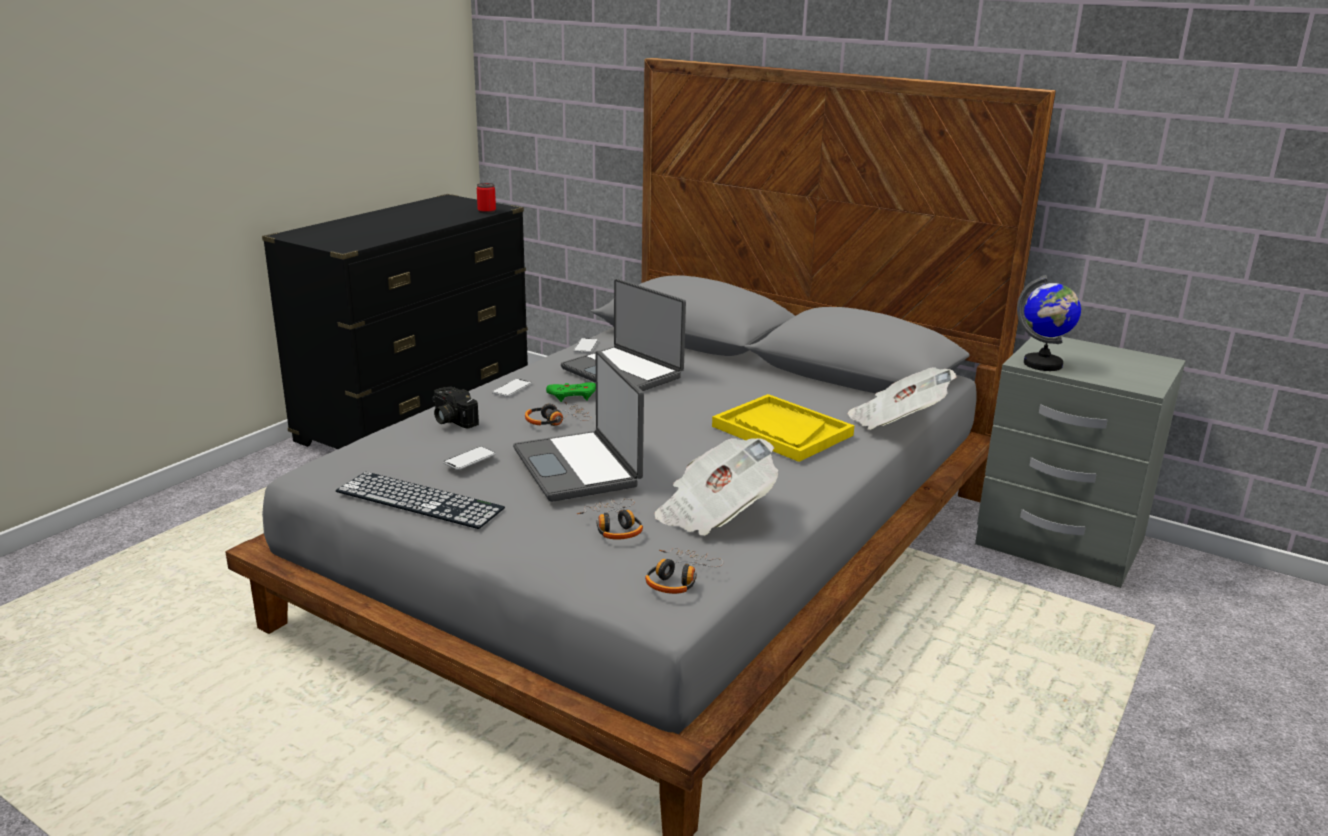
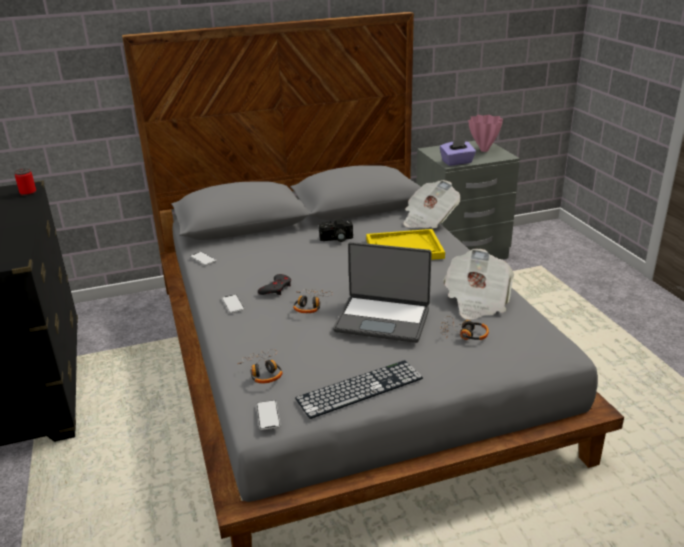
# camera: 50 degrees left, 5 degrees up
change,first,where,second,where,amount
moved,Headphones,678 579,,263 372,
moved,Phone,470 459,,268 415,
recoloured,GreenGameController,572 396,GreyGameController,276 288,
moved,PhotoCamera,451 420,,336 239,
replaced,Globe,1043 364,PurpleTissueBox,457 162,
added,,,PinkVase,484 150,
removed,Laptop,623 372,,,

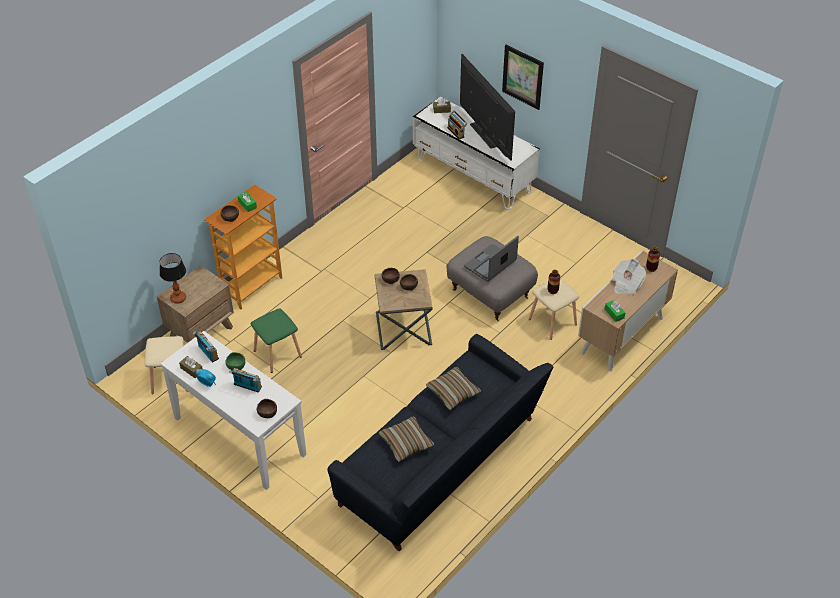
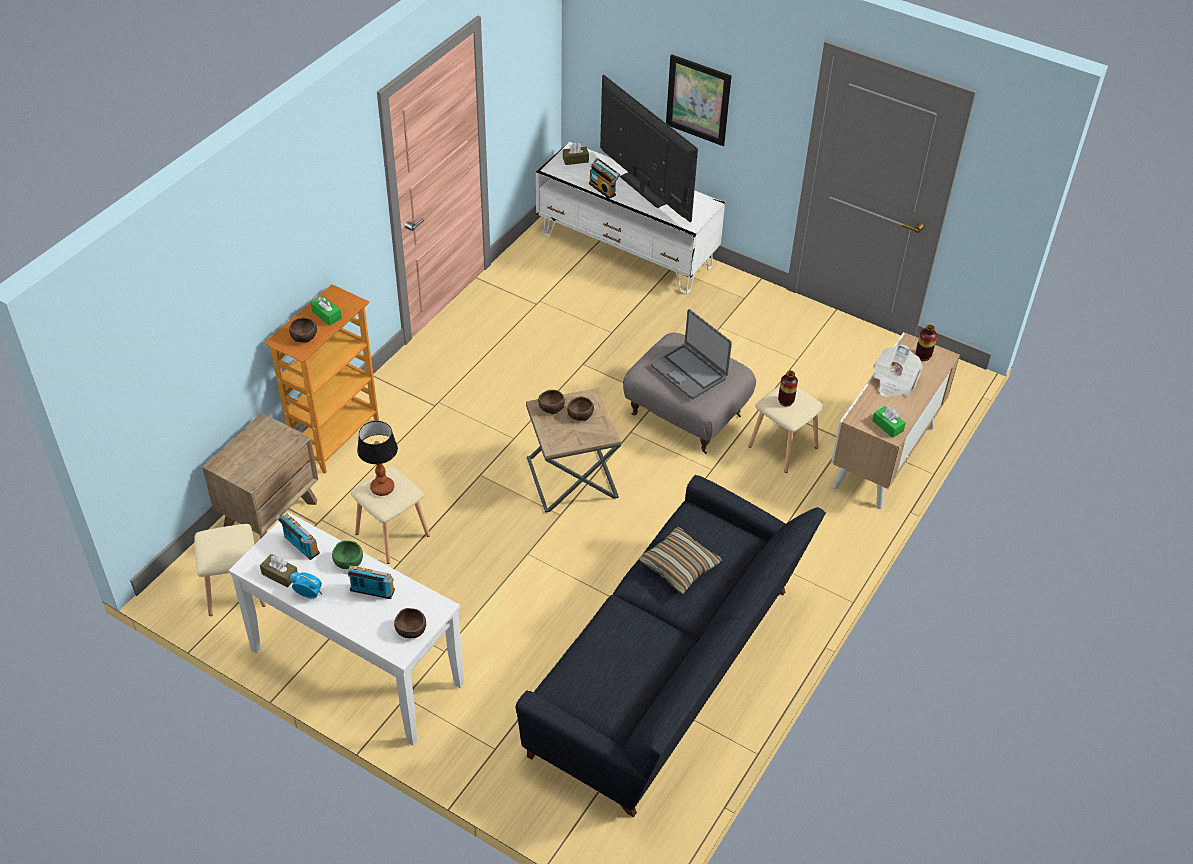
# camera: 10 degrees left, 0 degrees up
change,first,where,second,where,amount
recoloured,GreenStool,277 353,BeigeStool,391 534,
moved,TableLamp,178 298,,382 487,
turned,Laptop,490 264,,689 372,75 degrees counterclockwise
removed,Pillow,406 443,,,

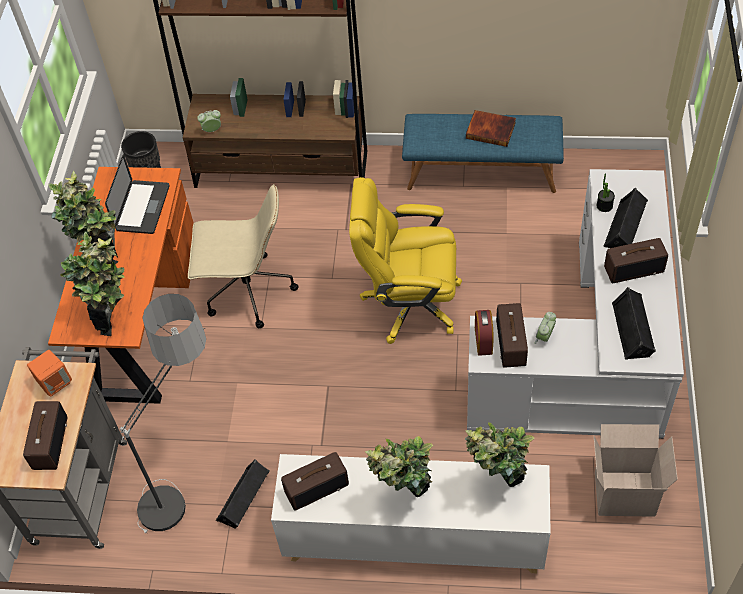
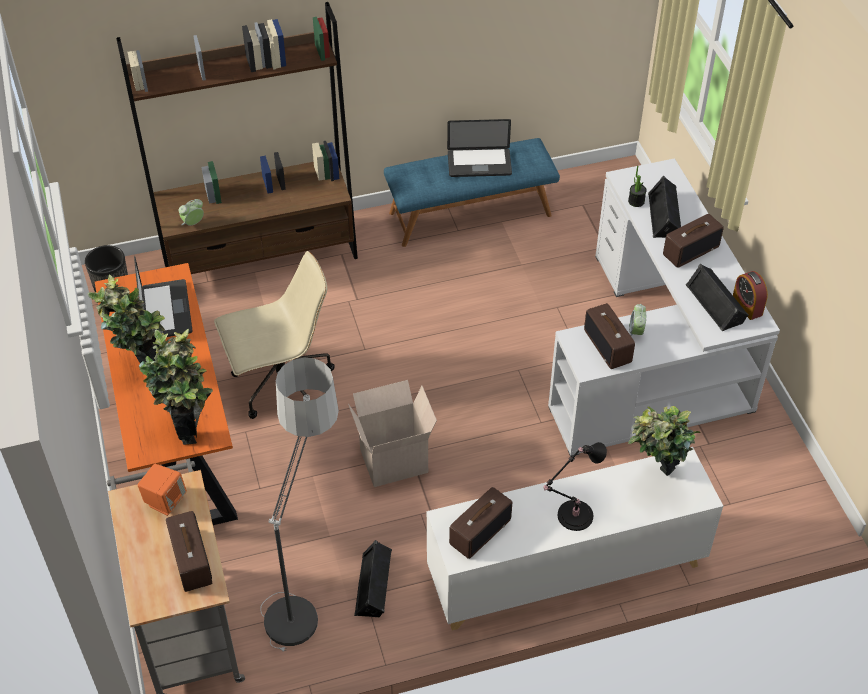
# camera: 25 degrees left, 5 degrees down
change,first,where,second,where,amount
moved,CardboardBox,625 492,,394 459,
replaced,Book,491 130,Laptop,479 164,
replaced,PottedPlant,404 499,BlackTableLamp,572 516,
moved,AlarmClock,483 340,,747 306,
removed,YellowOfficeChair,409 303,,,

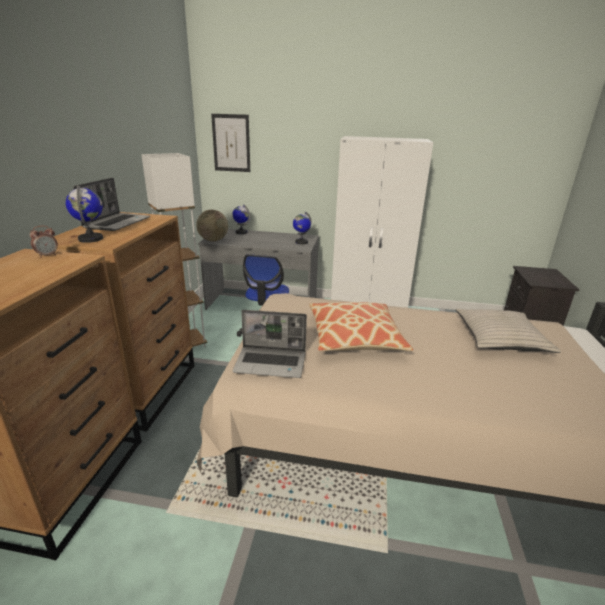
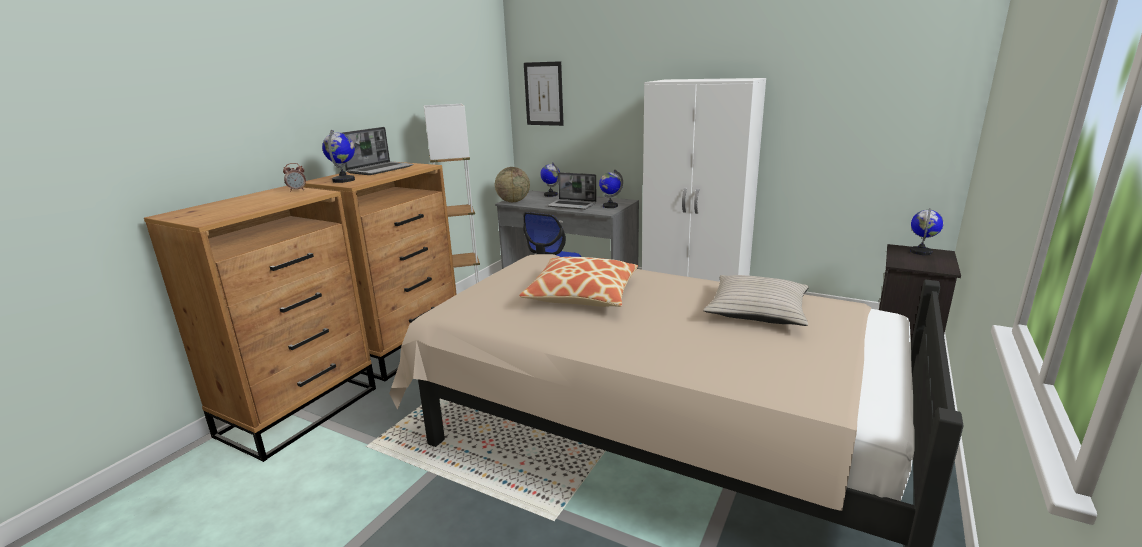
# camera: 20 degrees right, 5 degrees down
change,first,where,second,where,amount
moved,Laptop,271 363,,572 205,
added,,,Globe,921 252,

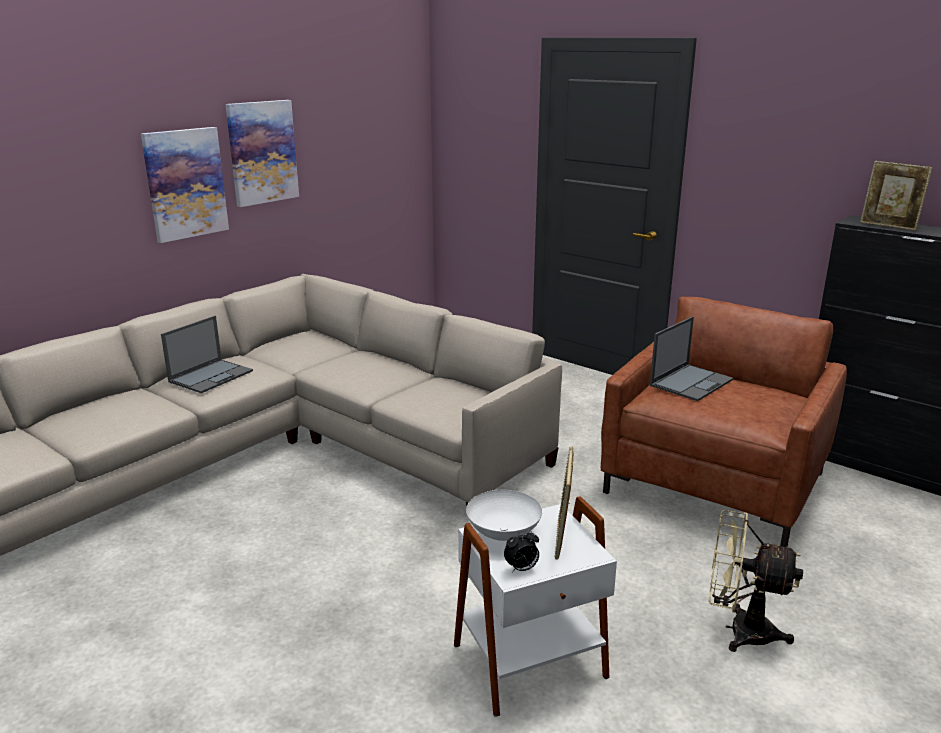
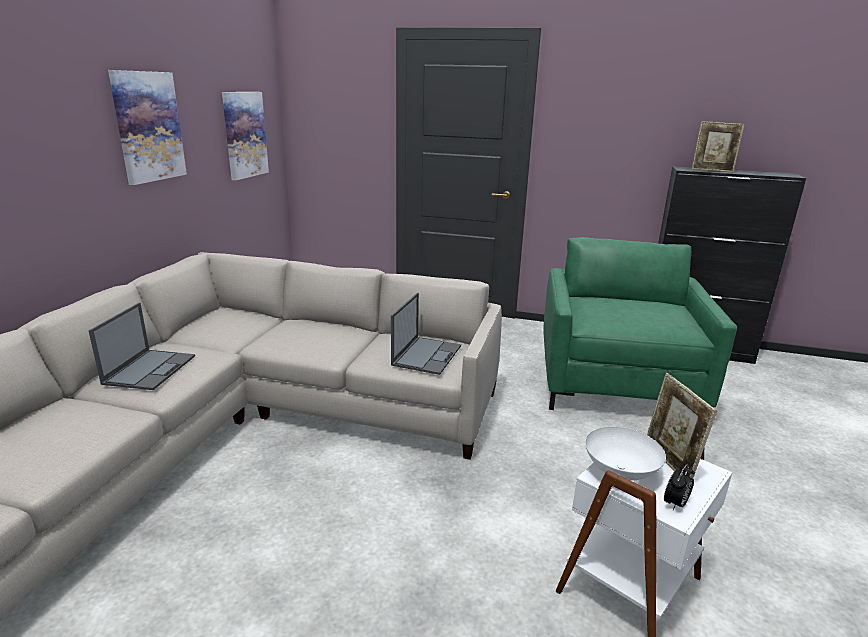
# camera: 25 degrees left, 0 degrees up
change,first,where,second,where,amount
moved,Picture,185 184,,244 135,
moved,Laptop,691 382,,427 355,
recoloured,BrownArmchair,715 483,GreenArmchair,617 384,
removed,BeigeFan,739 630,,,

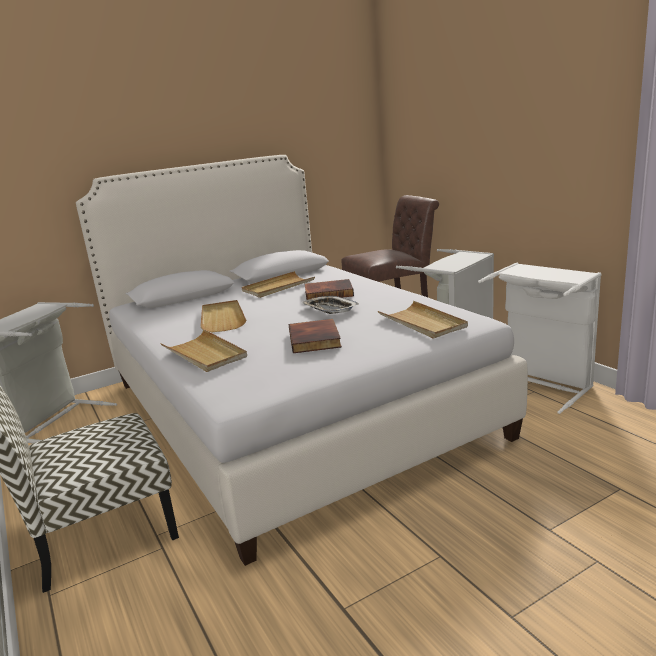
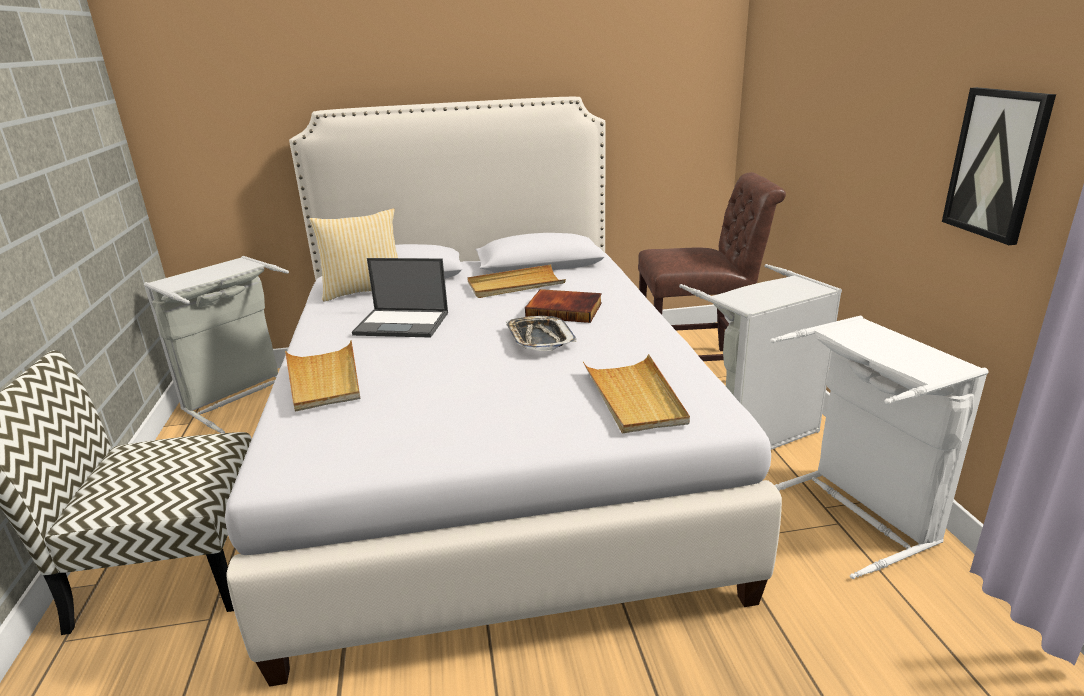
# camera: 20 degrees right, 5 degrees up
change,first,where,second,where,amount
added,,,Pillow,364 291,
replaced,BeigeTray,222 318,Laptop,403 323,
added,,,Picture,996 164,
removed,Book,316 339,,,

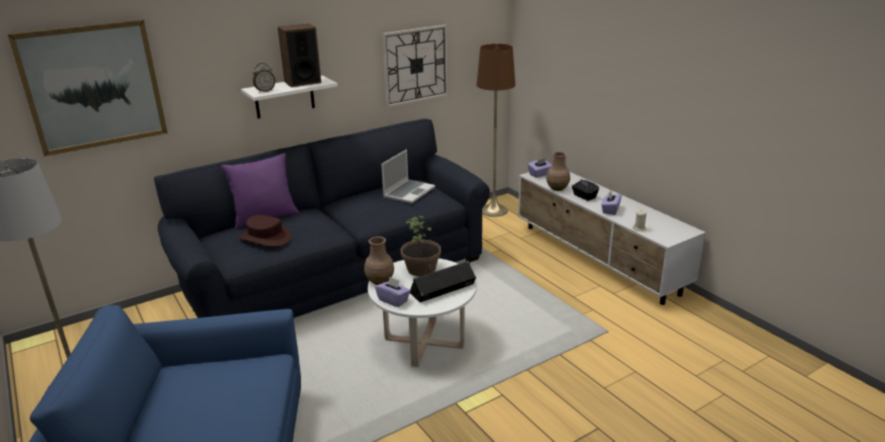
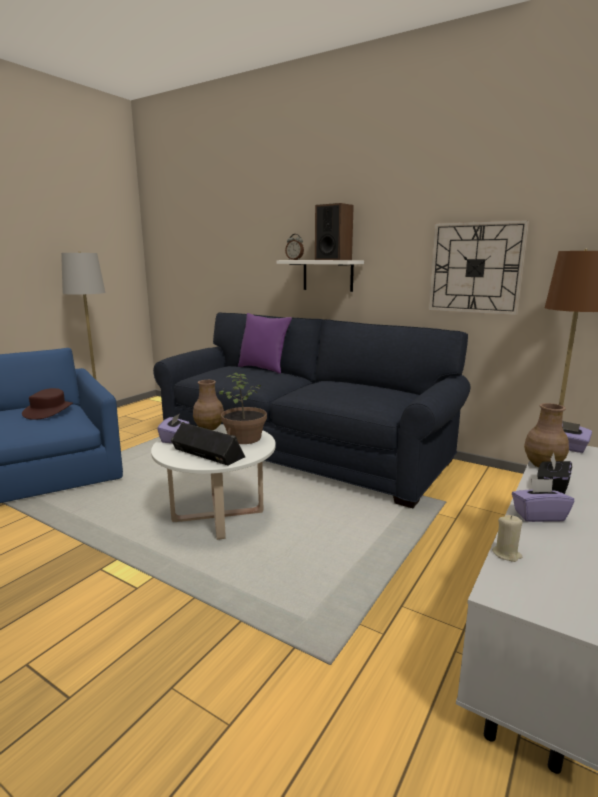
# camera: 65 degrees right, 10 degrees down
change,first,where,second,where,amount
moved,BrownHat,265 237,,49 411,
removed,Picture,93 86,,,
removed,Laptop,409 192,,,

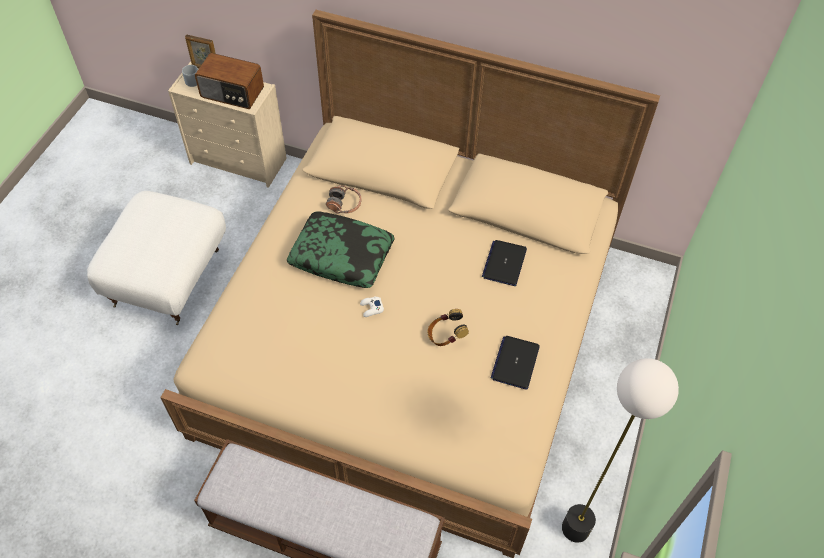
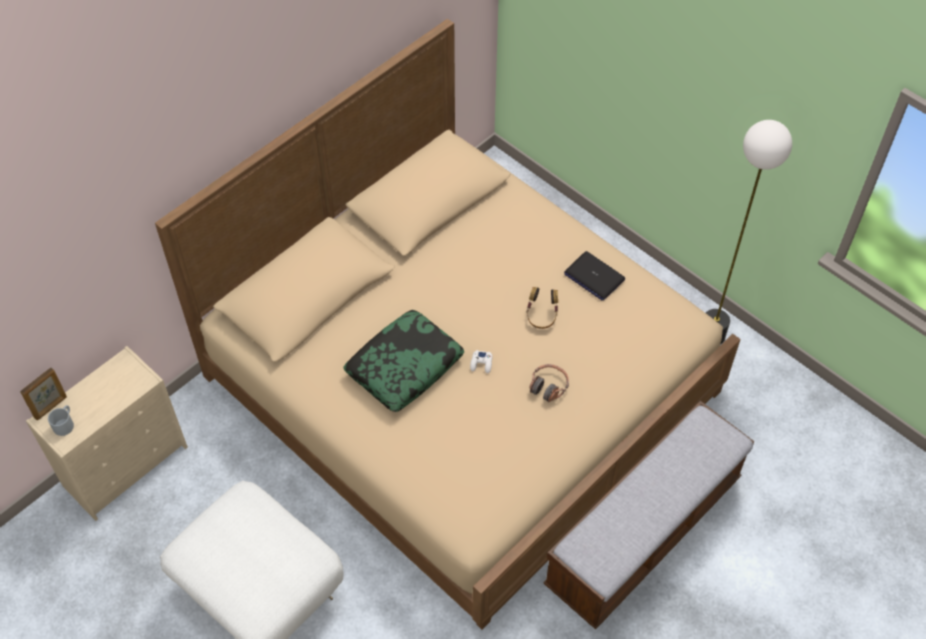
# camera: 65 degrees left, 0 degrees up
change,first,where,second,where,amount
moved,Headphones,344 204,,548 386,
removed,Radio,232 93,,,
removed,Laptop,504 263,,,

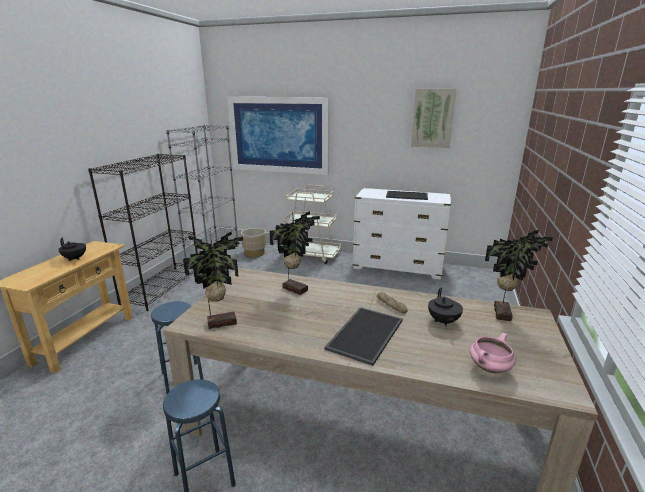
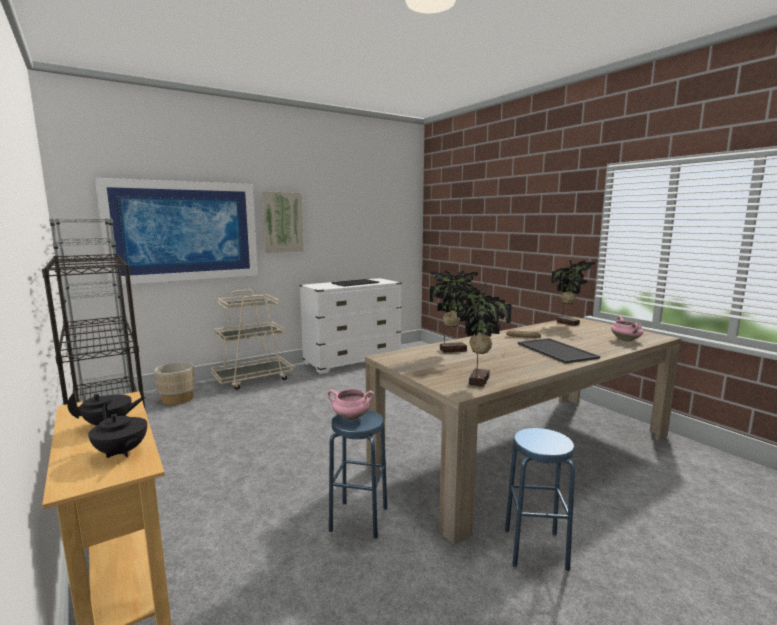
# camera: 50 degrees left, 10 degrees down
change,first,where,second,where,amount
moved,BlackTeapot,443 321,,121 453,
moved,Picture,432 118,,282 222,
added,,,PinkCookingPot,350 417,

